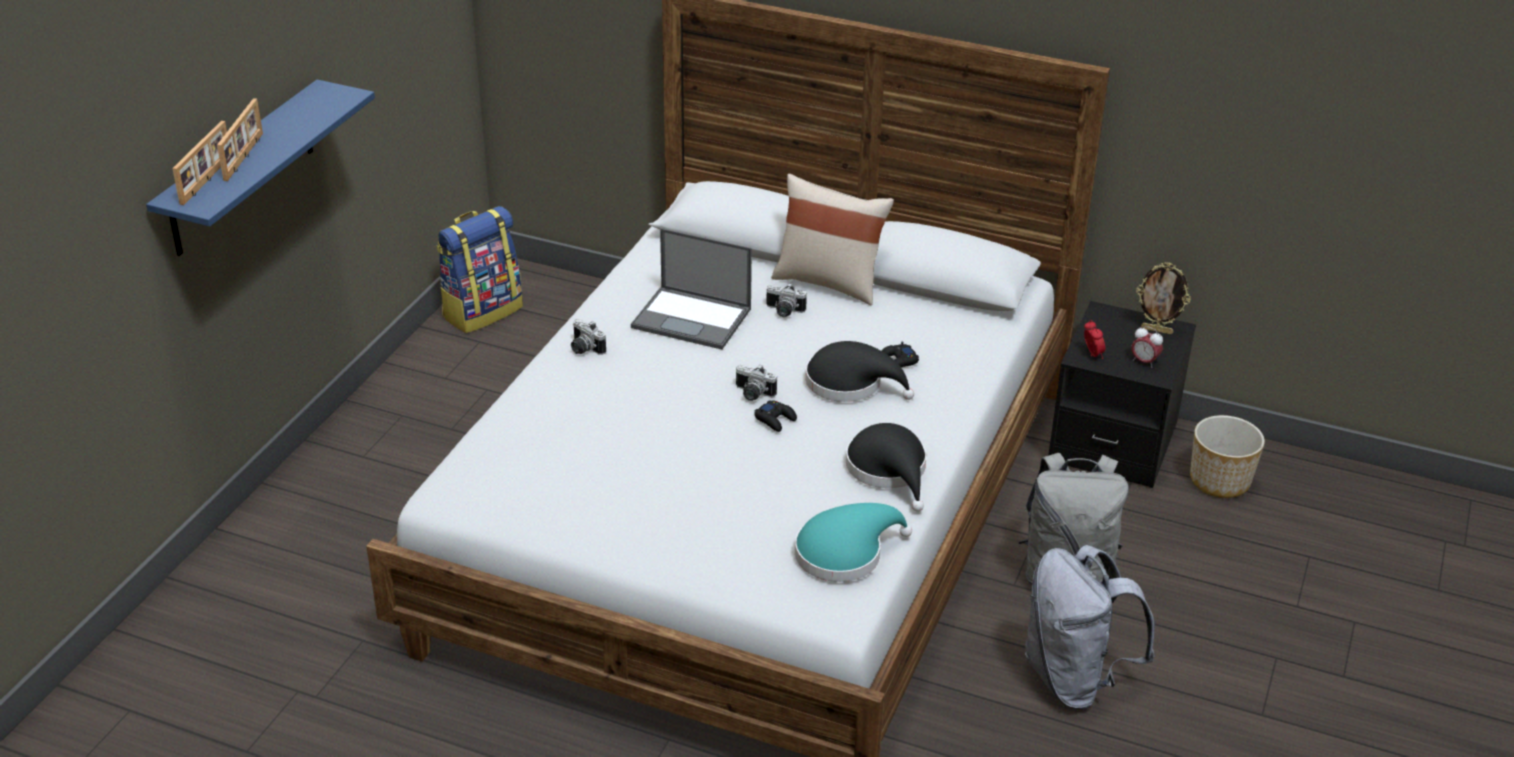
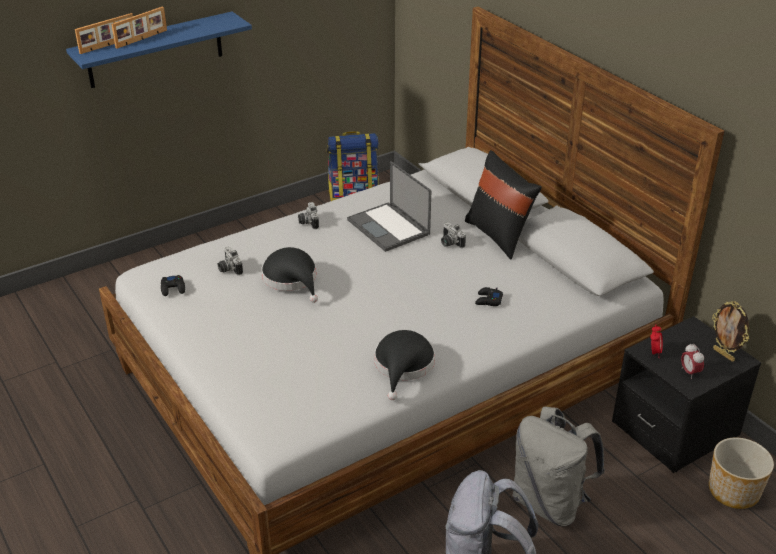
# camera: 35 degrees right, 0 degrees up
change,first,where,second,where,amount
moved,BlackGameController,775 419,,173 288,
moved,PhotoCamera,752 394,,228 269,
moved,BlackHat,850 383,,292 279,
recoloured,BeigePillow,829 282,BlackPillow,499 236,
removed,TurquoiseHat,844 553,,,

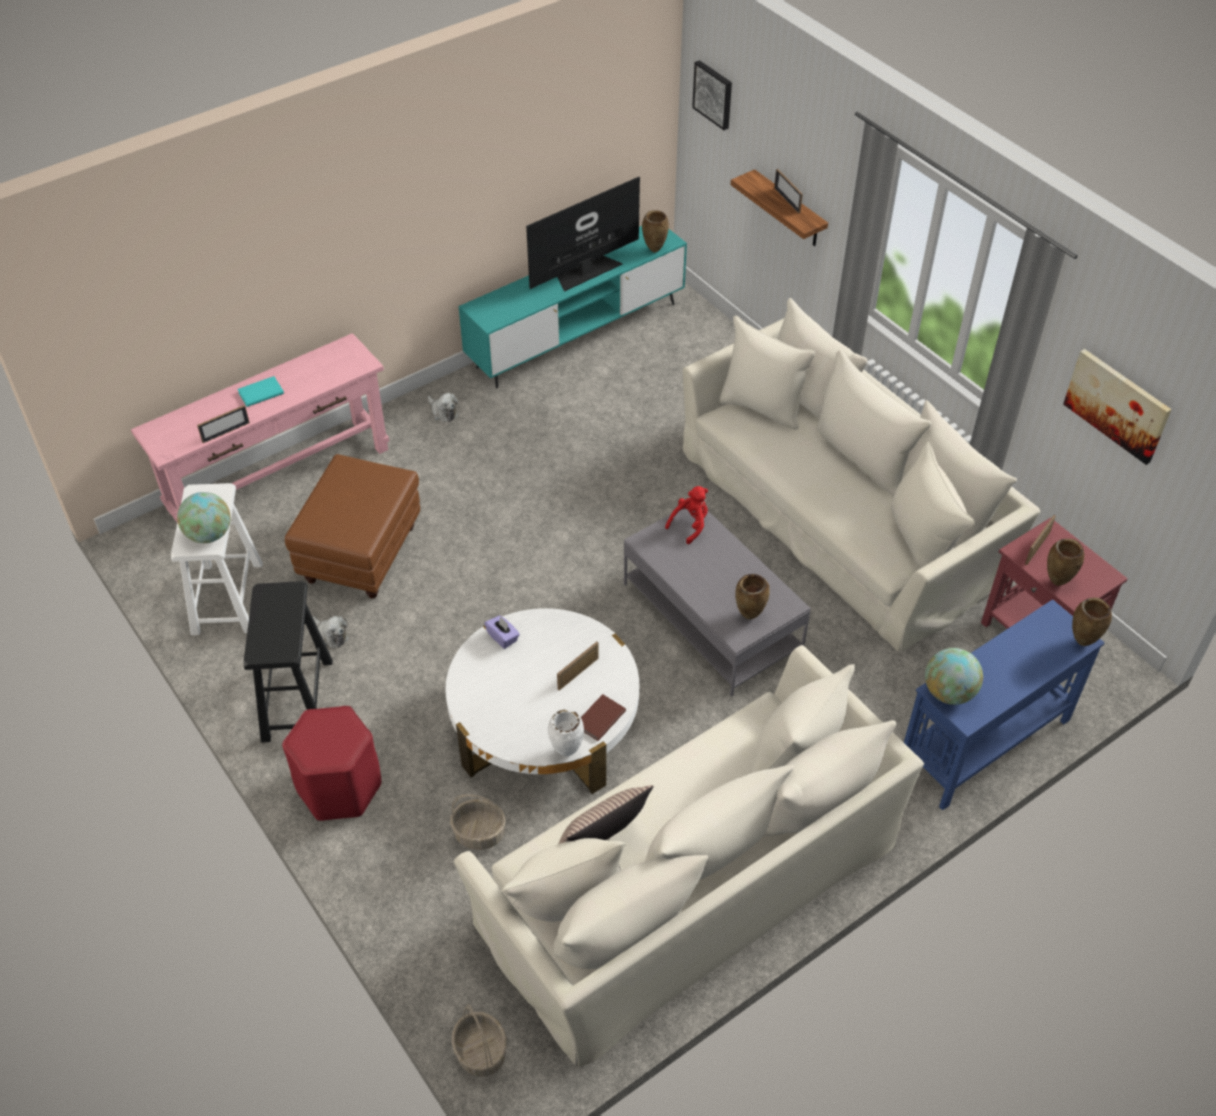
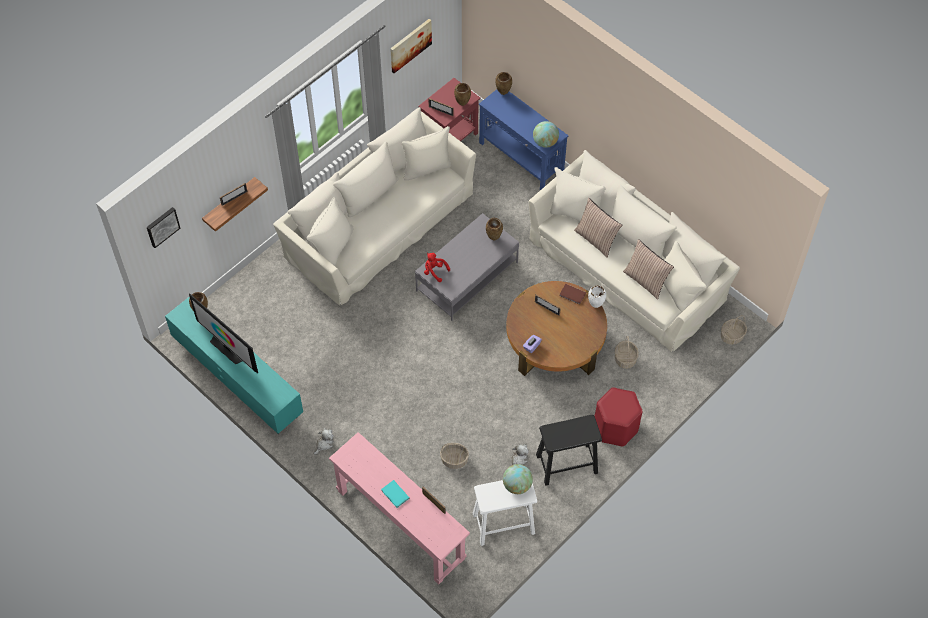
# camera: 100 degrees left, 10 degrees up
change,first,where,second,where,amount
replaced,BrownOttoman,362 554,Basket,454 459,
recoloured,WhiteCoffeeTable,545 725,BrownCoffeeTable,554 342,
added,,,Pillow,596 239,

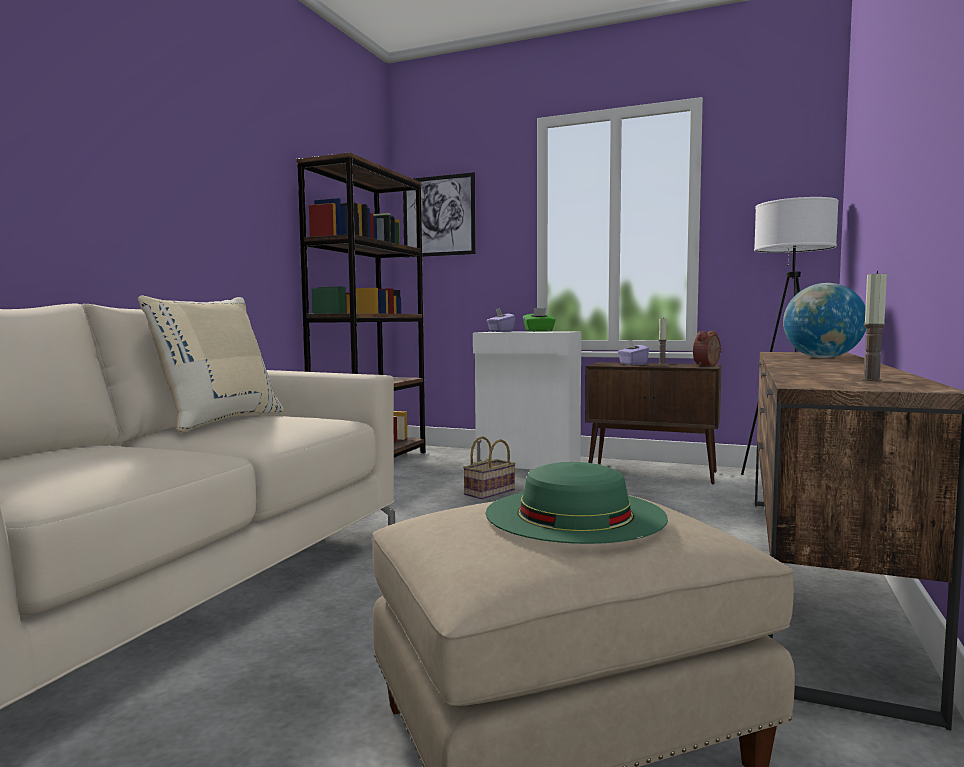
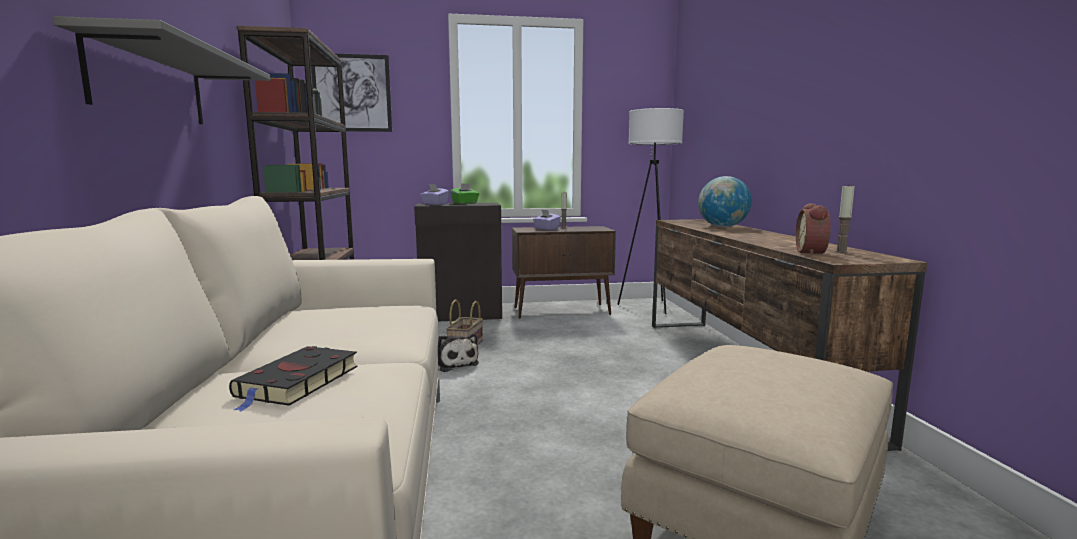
# camera: 30 degrees left, 5 degrees up
change,first,where,second,where,amount
added,,,GreyShelf,149 84,
added,,,BlackBook,296 383,
recoloured,WhiteCabinet,528 463,BlackCabinet,461 315,
added,,,PlushToy,454 363,
moved,AlarmClock,708 365,,813 253,
removed,BeigePillow,219 421,,,
removed,GreenHat,574 514,,,

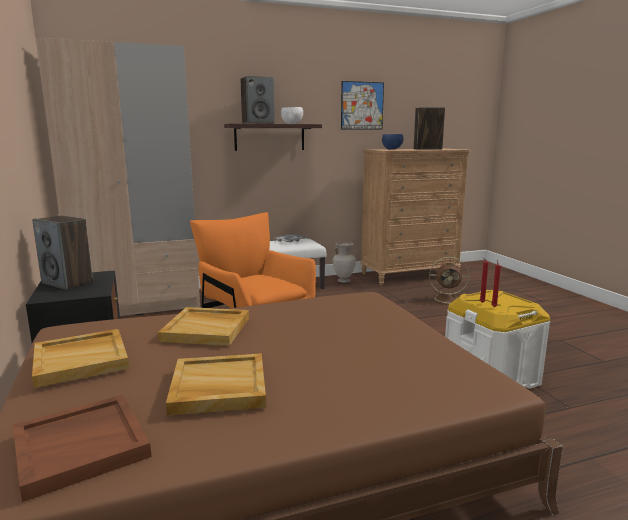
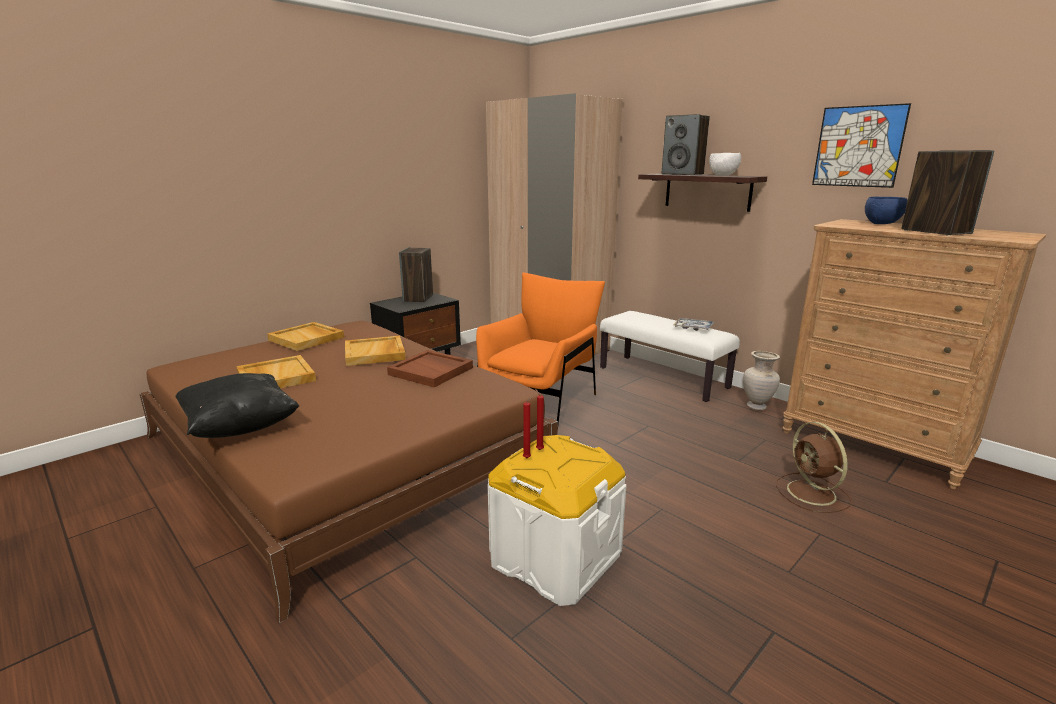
# camera: 65 degrees right, 5 degrees up
change,first,where,second,where,amount
added,,,BlackPillow,240 427,
moved,BrownTray,82 446,,431 371,

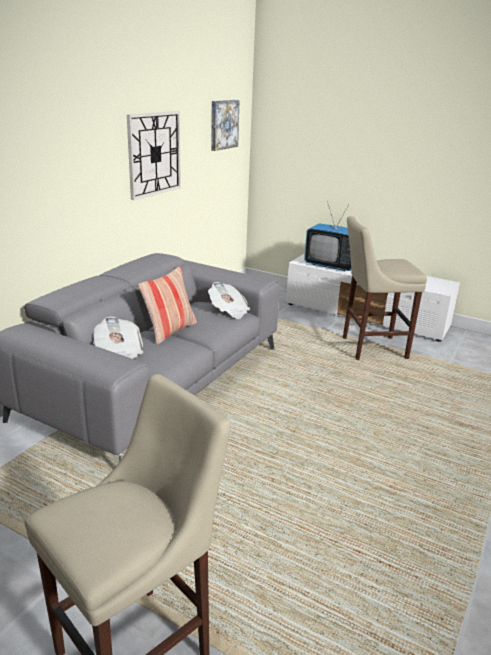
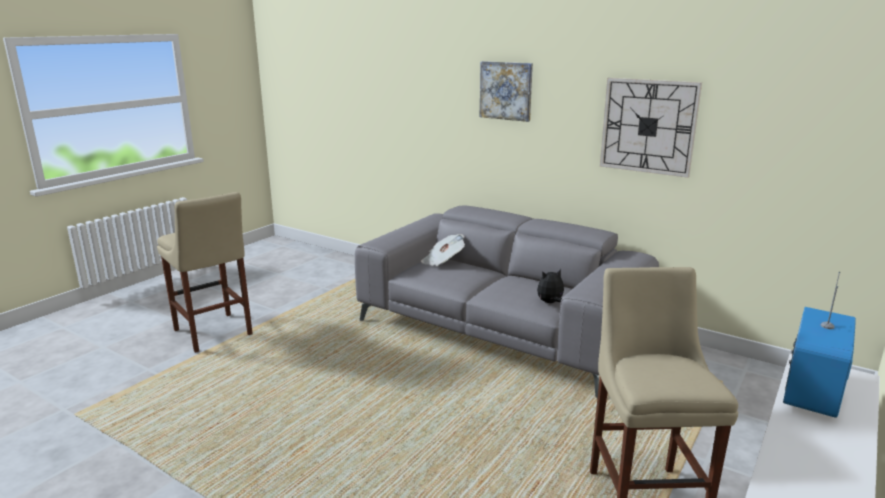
# camera: 95 degrees right, 5 degrees down
change,first,where,second,where,amount
moved,Picture,223 124,,506 90,
replaced,Newspaper,229 311,PlushToy,550 303,
removed,Pillow,170 331,,,

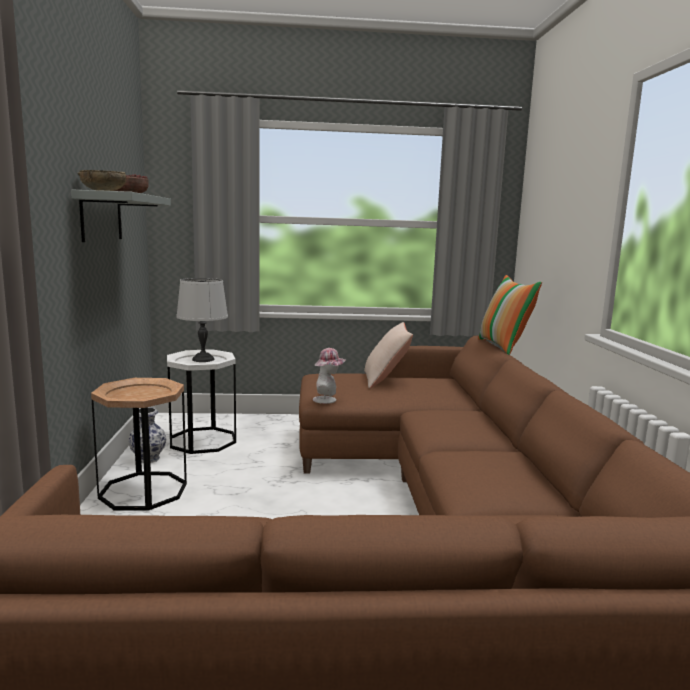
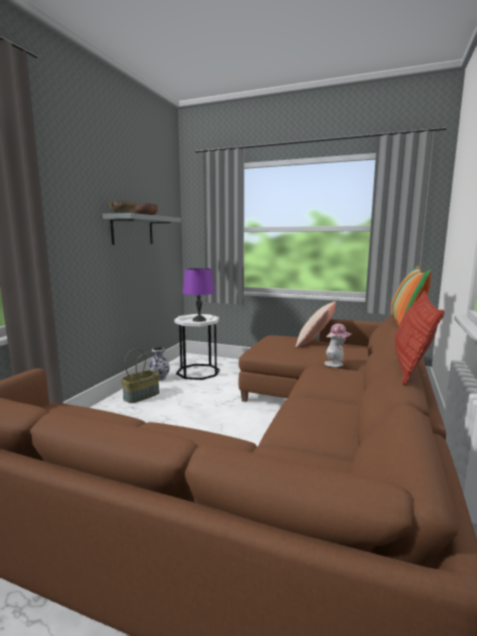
# camera: 25 degrees right, 0 degrees up
change,first,where,second,where,amount
replaced,BrownSideTable,143 491,Basket,141 396,
recoloured,GreyTableLamp,203 359,PurpleTableLamp,199 320,
moved,Hat,328 400,,336 364,
added,,,Pillow,410 364,

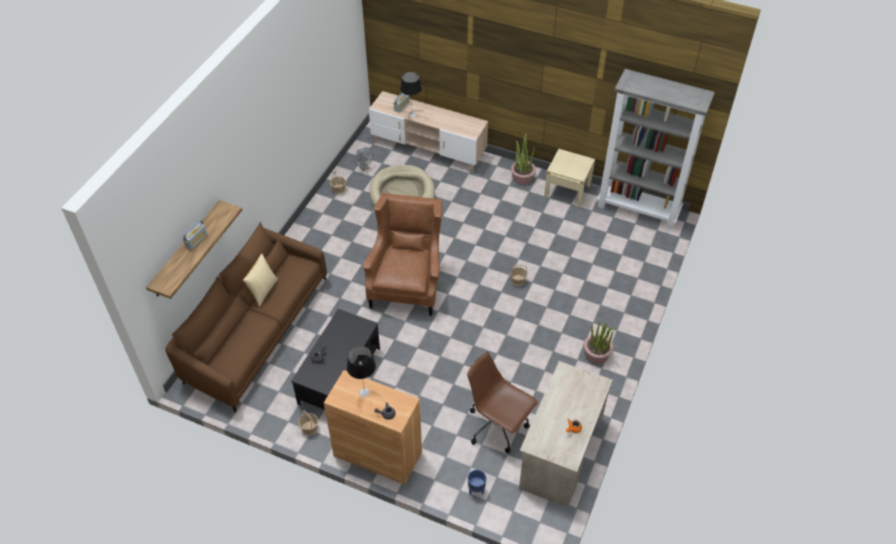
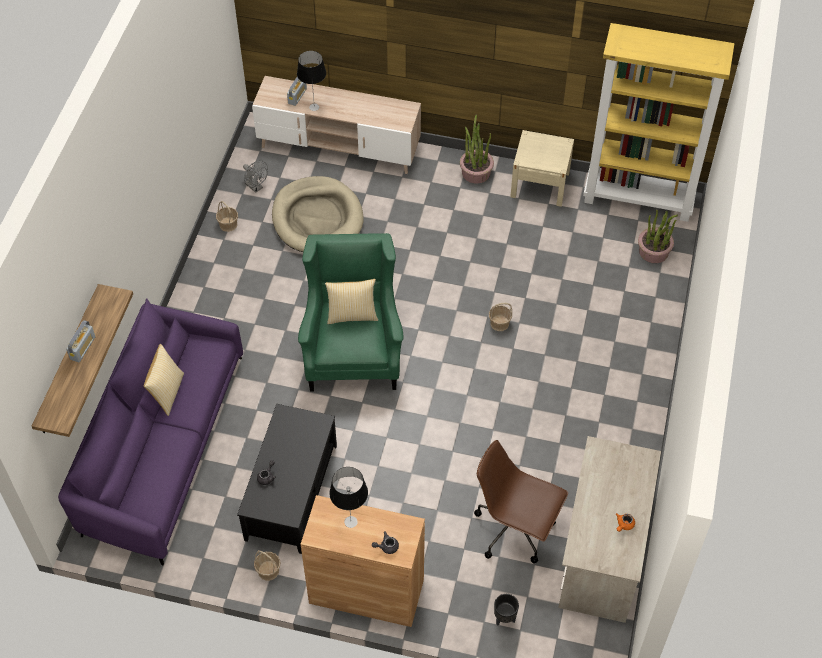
# camera: 10 degrees left, 5 degrees up
change,first,where,second,where,amount
recoloured,BrownSofa,254 331,PurpleSofa,161 447,
recoloured,BrownArmchair,407 283,GreenArmchair,353 349,
added,,,Pillow,352 315,
recoloured,BluePlanter,476 490,BlackPlanter,504 618,
recoloured,GreyBookcase,639 209,YellowBookcase,639 198,
moved,PottedPlant,597 354,,653 252,

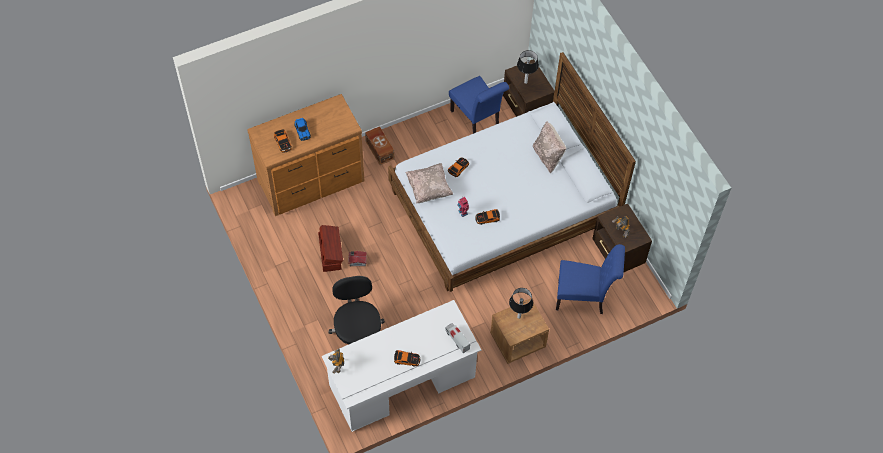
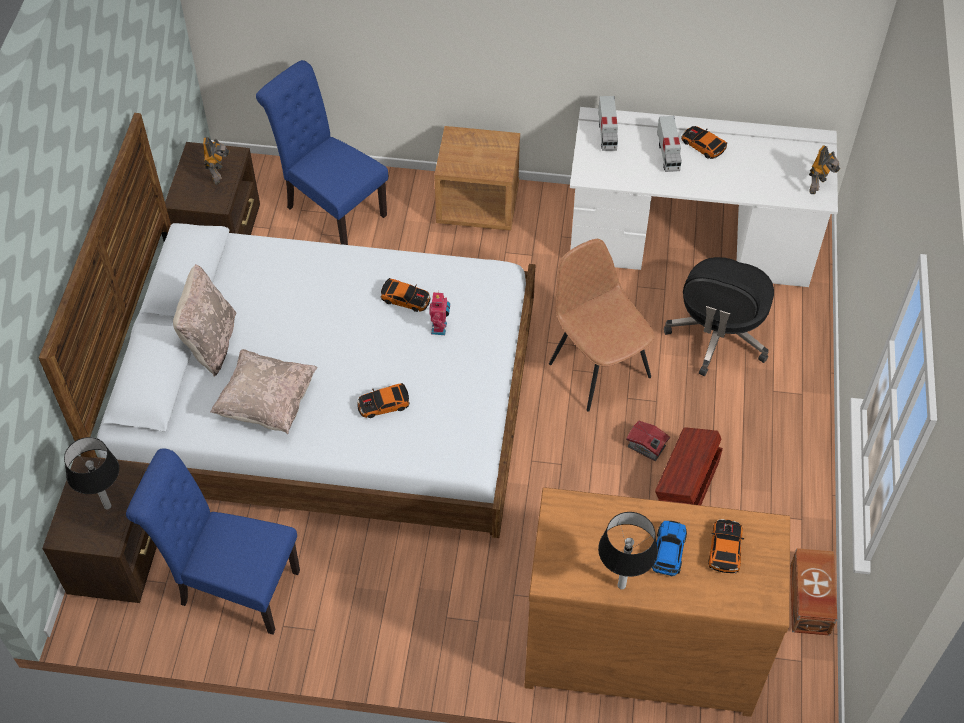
# camera: 145 degrees left, 5 degrees down
change,first,where,second,where,amount
turned,BlueChair,477 121,,232 586,75 degrees counterclockwise
moved,BeigePillow,429 189,,267 403,
added,,,BrownChair,598 368,
moved,TableLamp,519 317,,621 585,
added,,,ToyTruck,668 153,
moved,BrownStorageBox,380 149,,808 600,

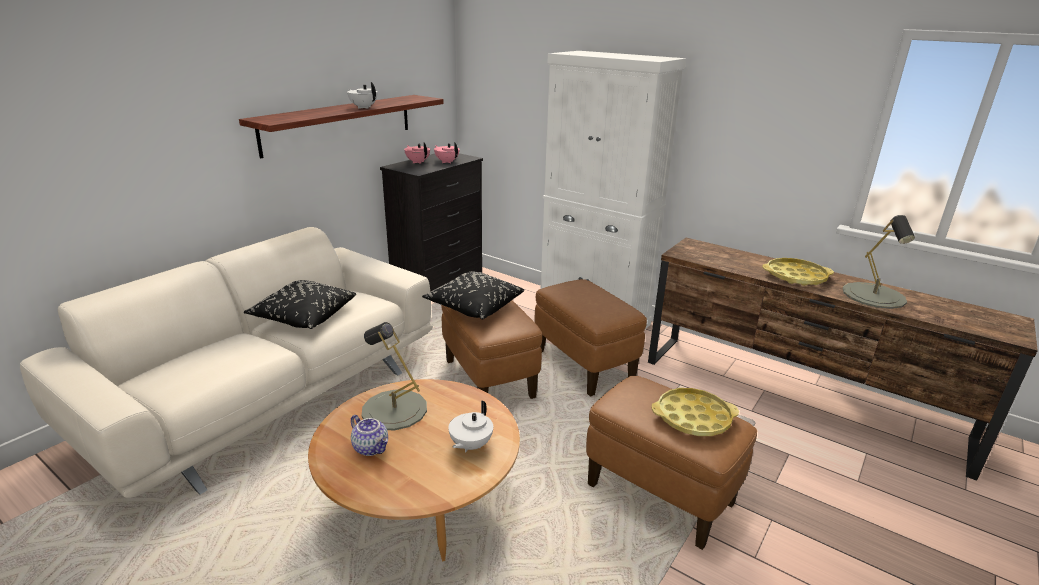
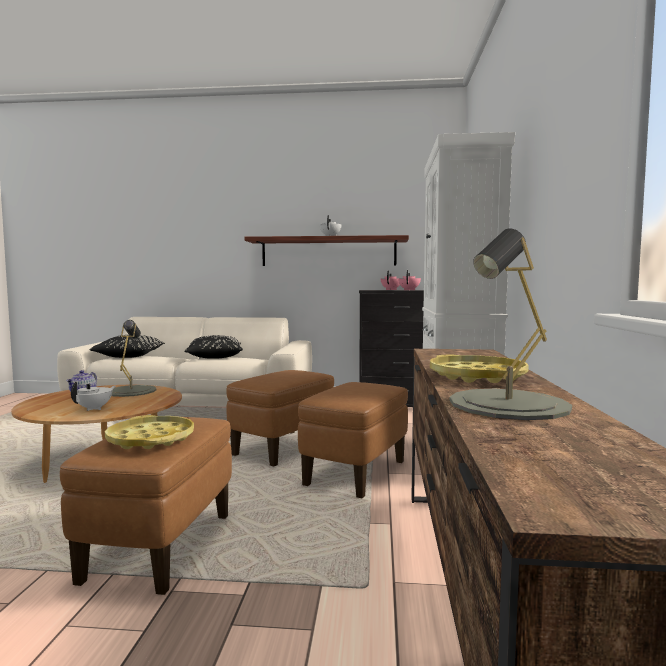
# camera: 60 degrees right, 20 degrees down
change,first,where,second,where,amount
turned,WhiteTeapot,470 445,,94 408,120 degrees clockwise
moved,BlackPillow,474 306,,130 356,

